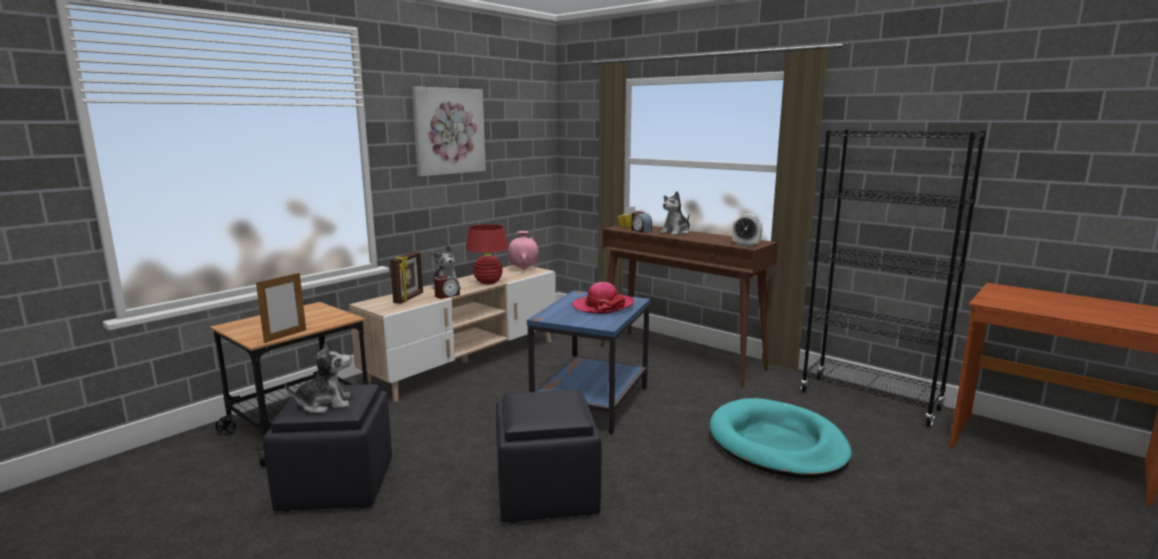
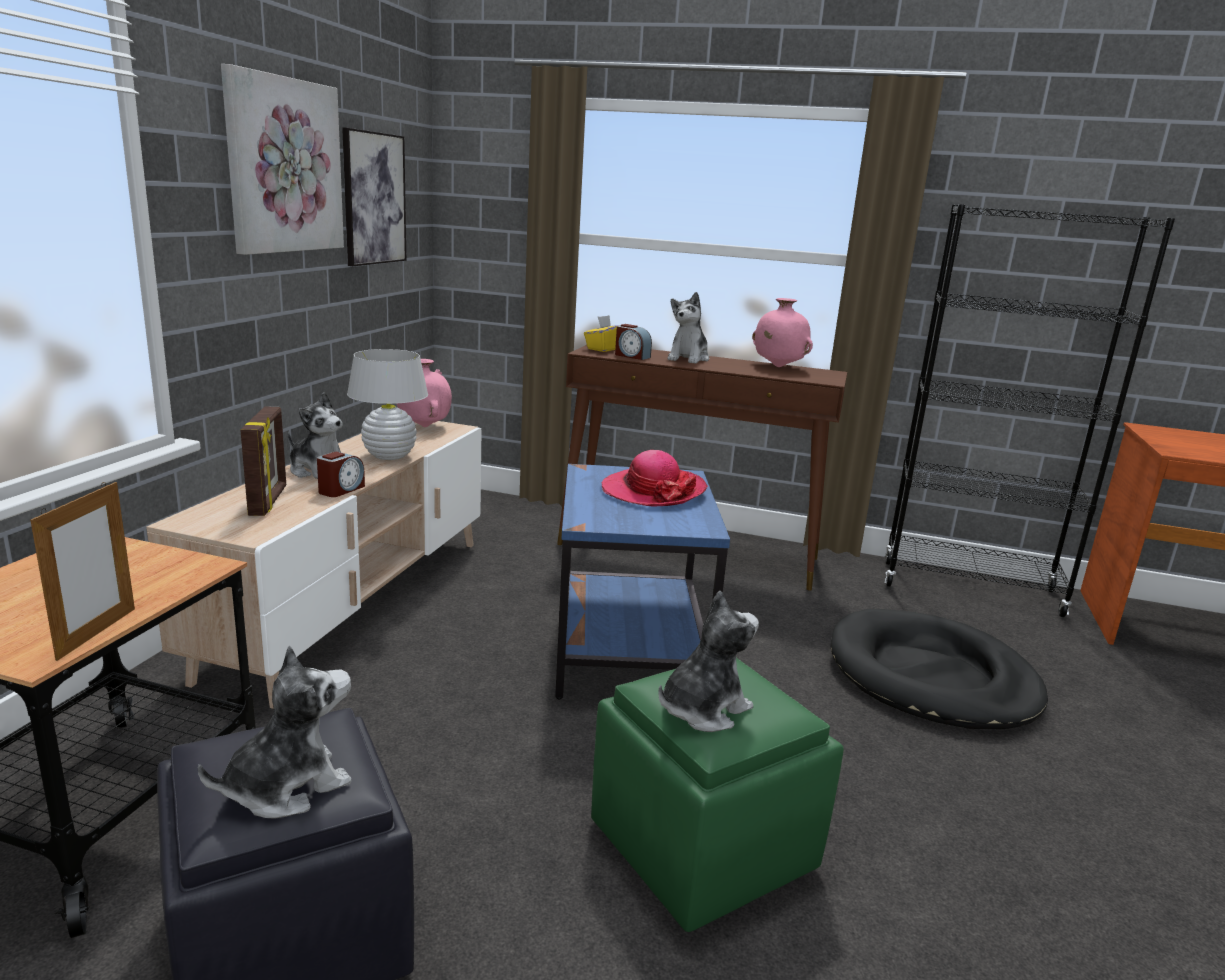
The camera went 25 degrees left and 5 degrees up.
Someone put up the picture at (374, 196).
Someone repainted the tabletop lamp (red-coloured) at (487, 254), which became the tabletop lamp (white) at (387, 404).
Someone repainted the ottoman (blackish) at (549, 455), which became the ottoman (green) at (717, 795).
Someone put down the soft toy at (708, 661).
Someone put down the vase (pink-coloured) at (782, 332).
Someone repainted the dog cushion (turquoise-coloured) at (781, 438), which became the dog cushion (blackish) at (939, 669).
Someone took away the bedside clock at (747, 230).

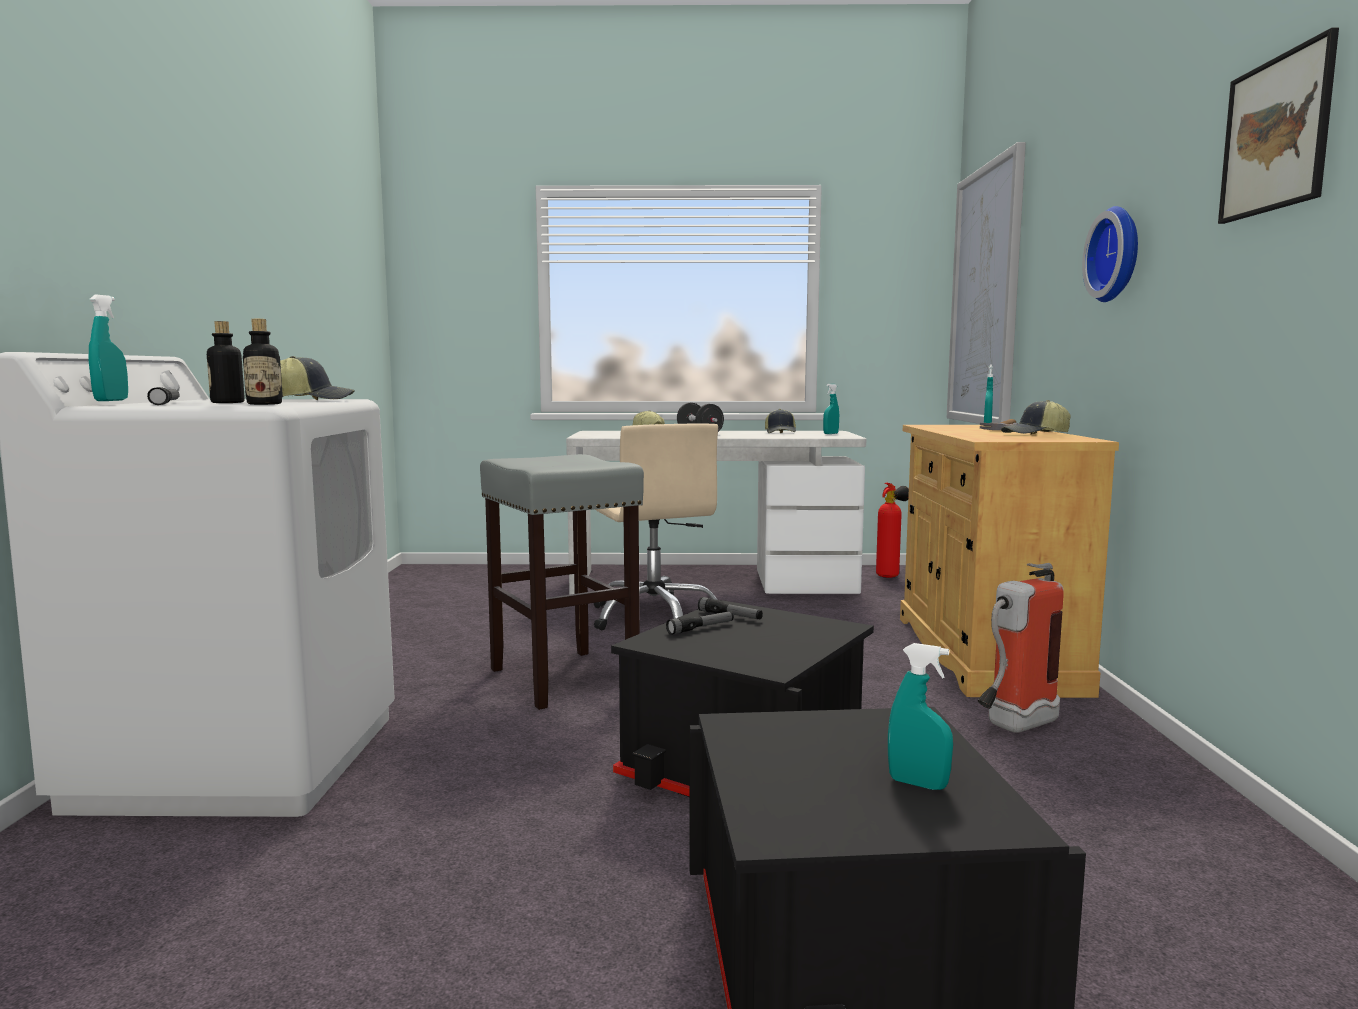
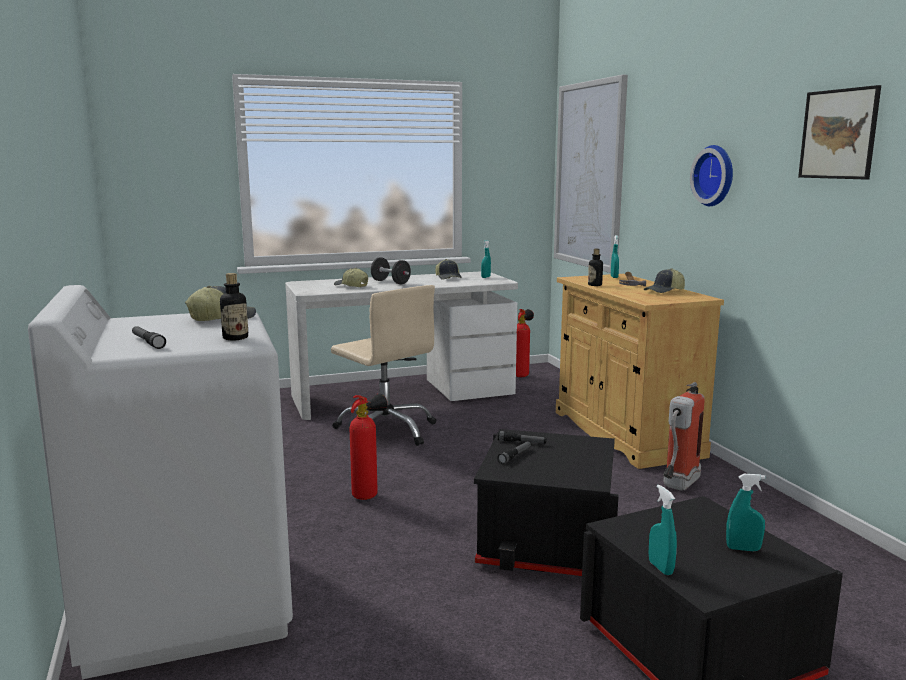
The camera went 20 degrees left and 5 degrees up.
Someone swapped the stool seat (greyish) at (562, 582) for the fire extinguisher at (368, 446).
Someone carried the drink bottle from (226, 362) to (595, 267).
Someone carried the spray bottle (turquoise-coloured) from (108, 348) to (663, 530).

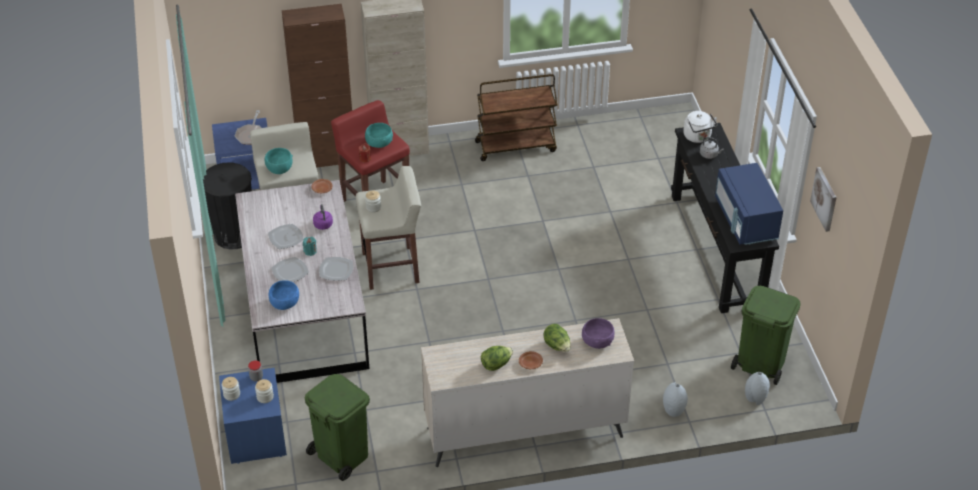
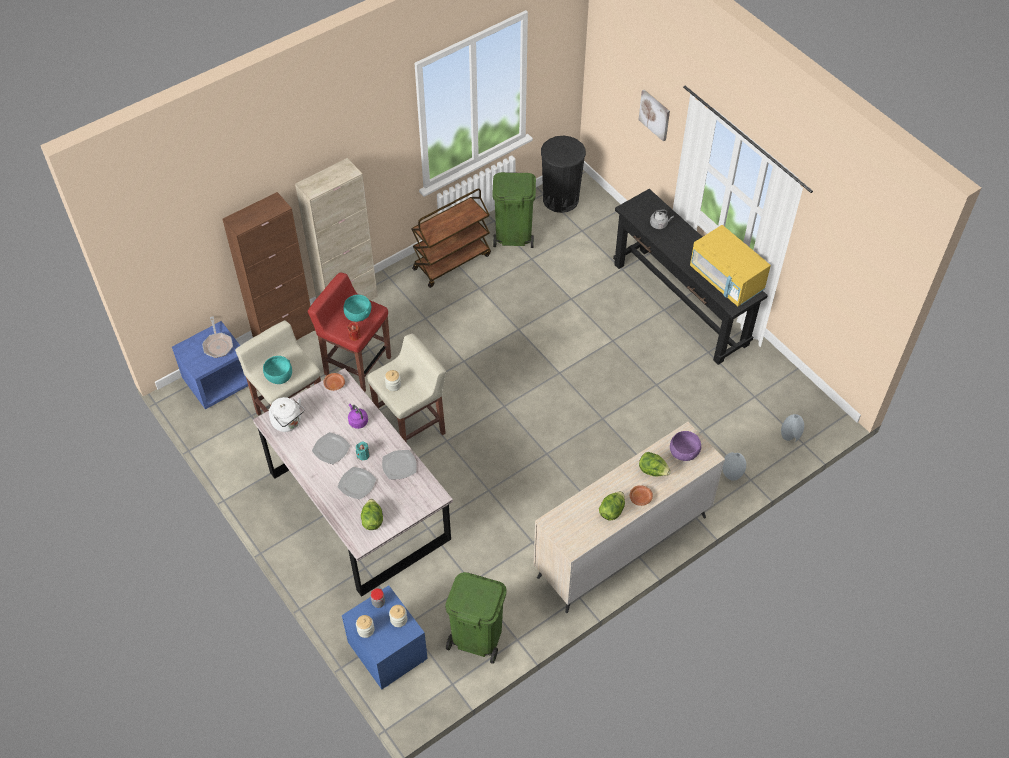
The camera went 25 degrees left and 10 degrees up.
Someone carried the kettle (white) from (700, 127) to (287, 414).
Someone swapped the deep dish (bluish) at (284, 295) for the lettuce at (372, 514).
Someone carried the trash can (green) from (766, 335) to (514, 210).
Someone carried the trash can (blackish) from (227, 205) to (563, 174).
Someone carried the picture from (823, 199) to (654, 115).
Someone repainted the microwave (bluish) at (749, 204), which became the microwave (yellowish) at (730, 265).

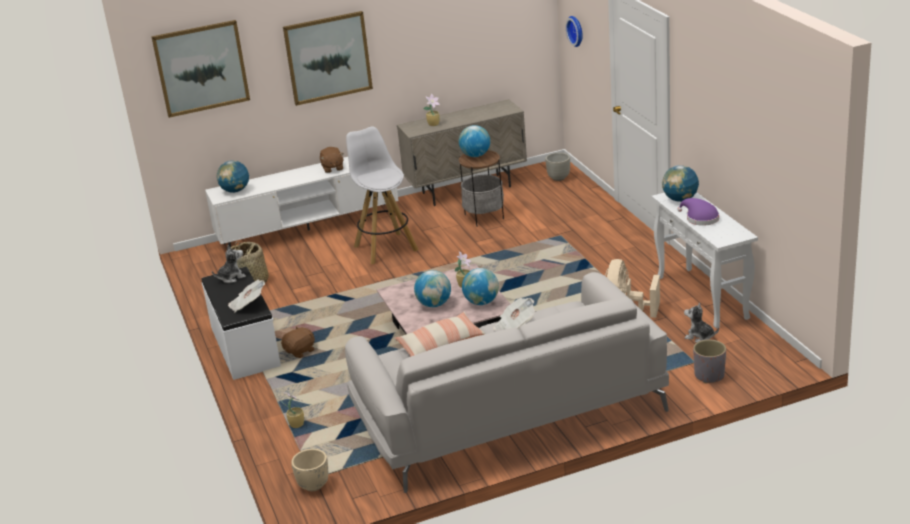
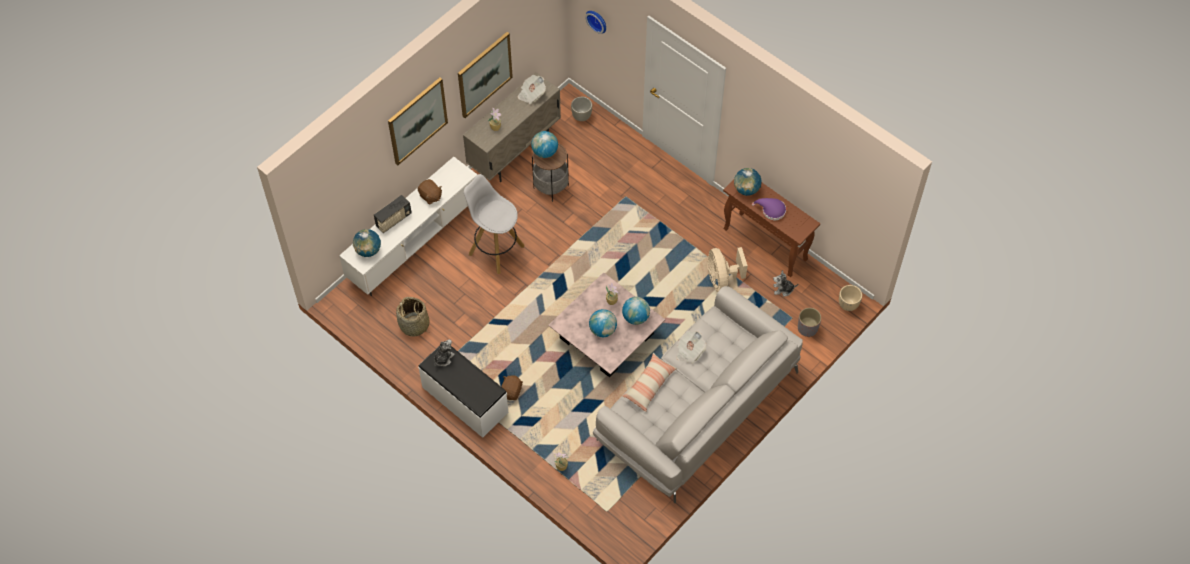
The camera went 30 degrees left and 30 degrees up.
Someone put down the radio set at (393, 214).
Someone carried the picture from (200, 69) to (485, 75).
Someone carried the daily paper from (246, 295) to (532, 89).
Someone repainted the console table (white) at (704, 260), which became the console table (brown) at (771, 228).
Someone carried the plant pot (beige) from (309, 470) to (850, 298).

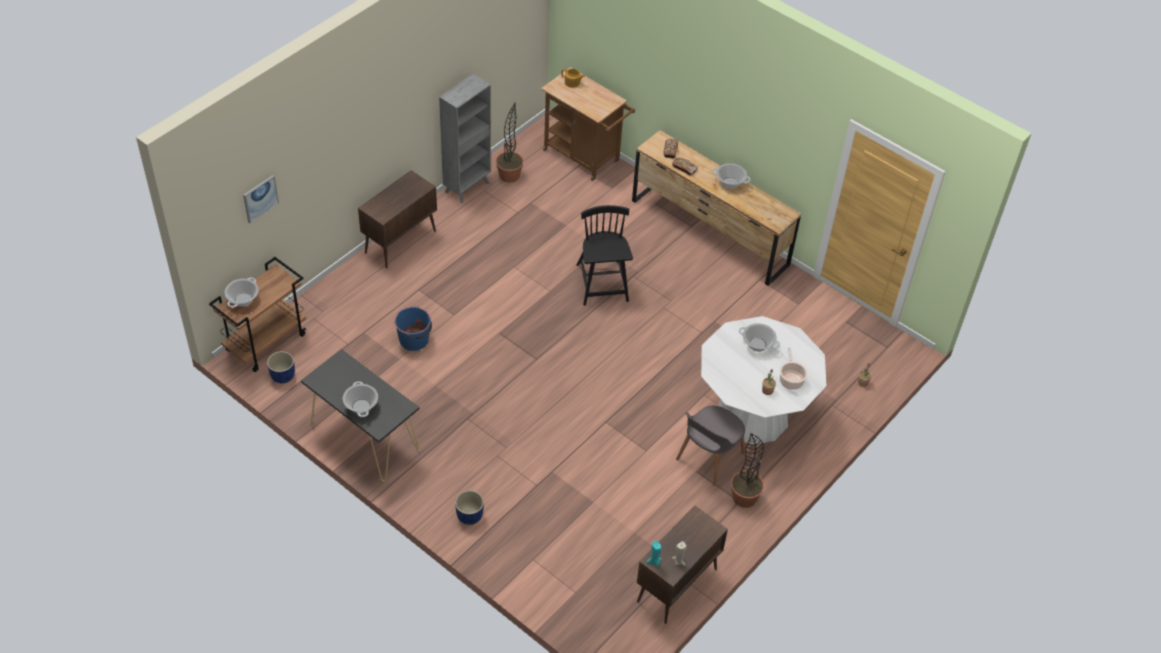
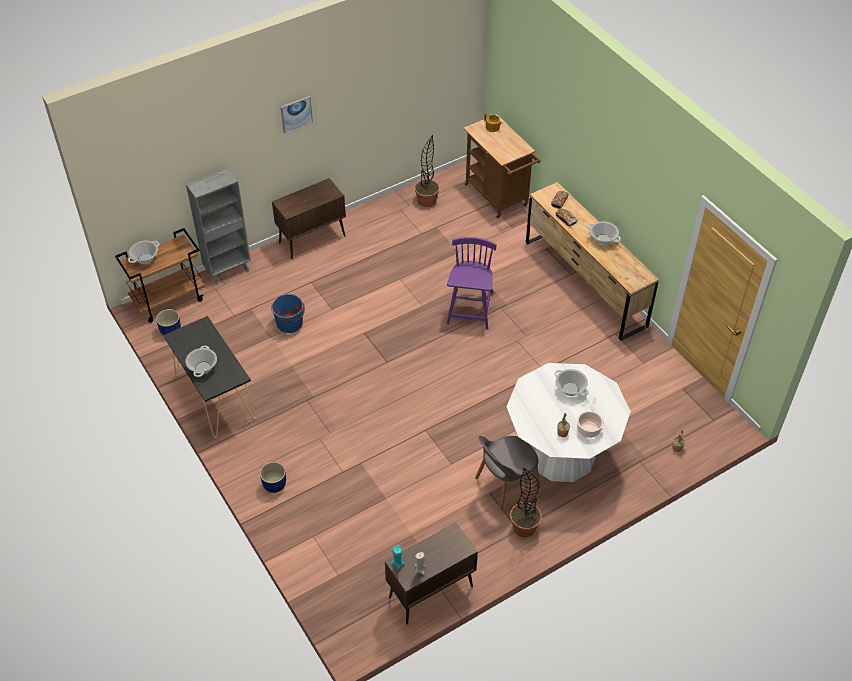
The camera went 20 degrees right and 0 degrees up.
Someone carried the bookcase (greyish) from (465, 138) to (218, 226).
Someone carried the picture from (261, 199) to (297, 115).
Someone repainted the upright chair (blackish) at (604, 255), which became the upright chair (purple) at (472, 283).

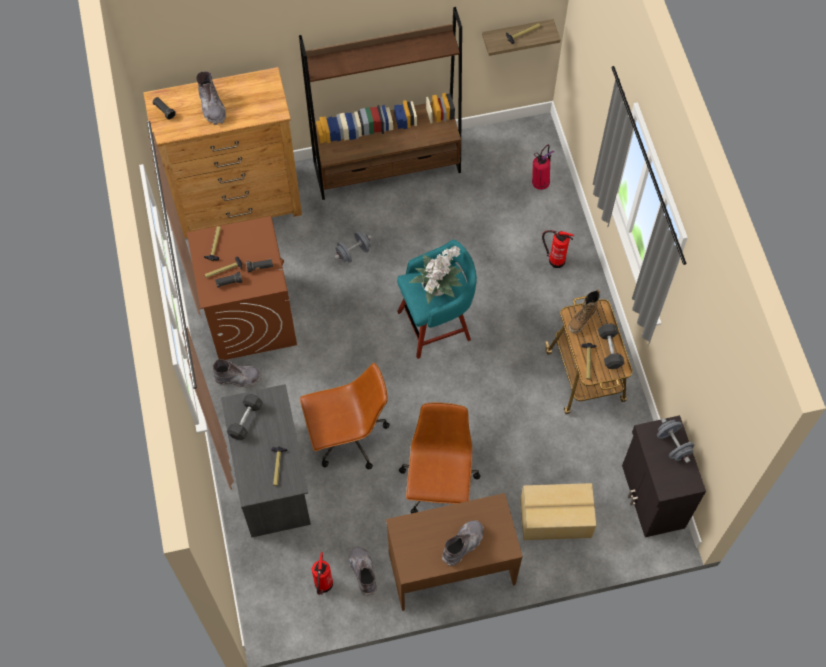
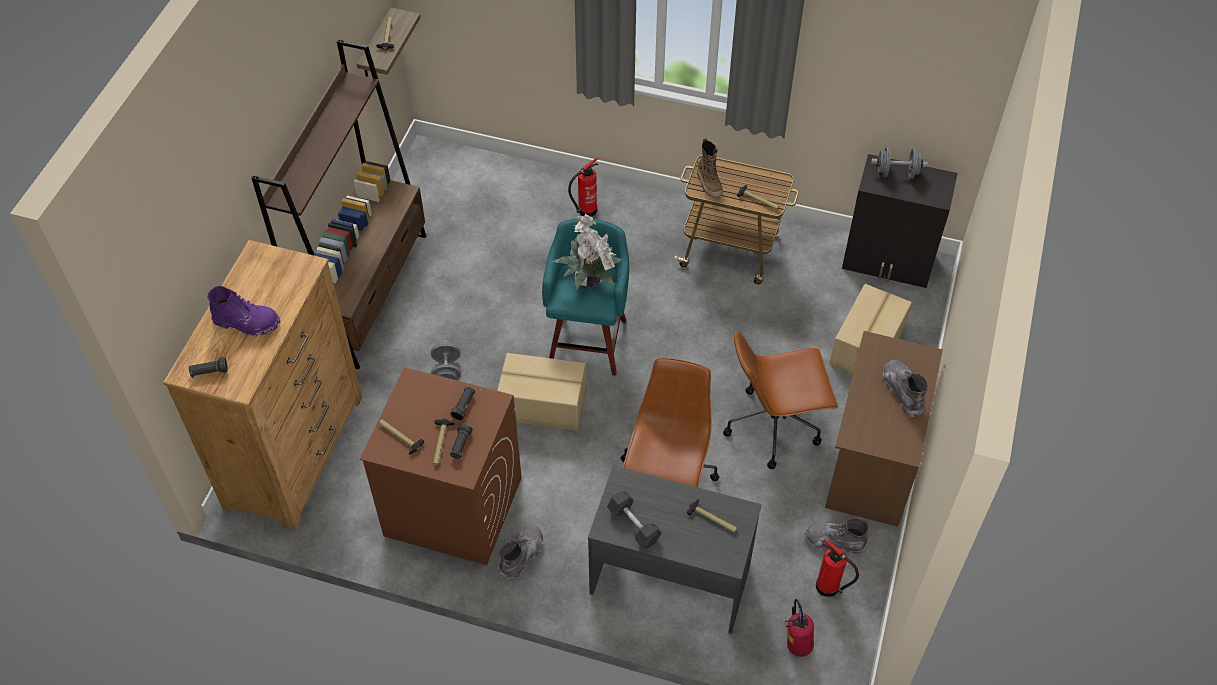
The camera went 60 degrees left and 10 degrees down.
Someone repainted the tall boot (greyish) at (211, 98), which became the tall boot (purple) at (243, 311).
Someone put down the packing box at (542, 392).
Someone rotated the desk chair (brown) at (440, 458) by 45 degrees counterclockwise.
Someone carried the fire extinguisher from (543, 167) to (799, 628).
Someone took away the hand weight (greyish) at (611, 346).

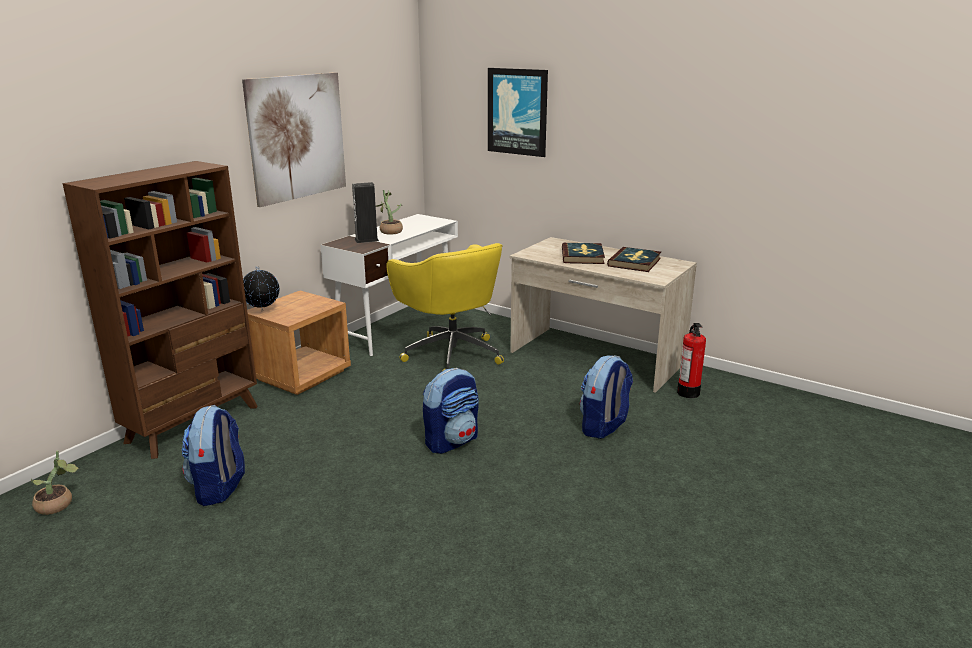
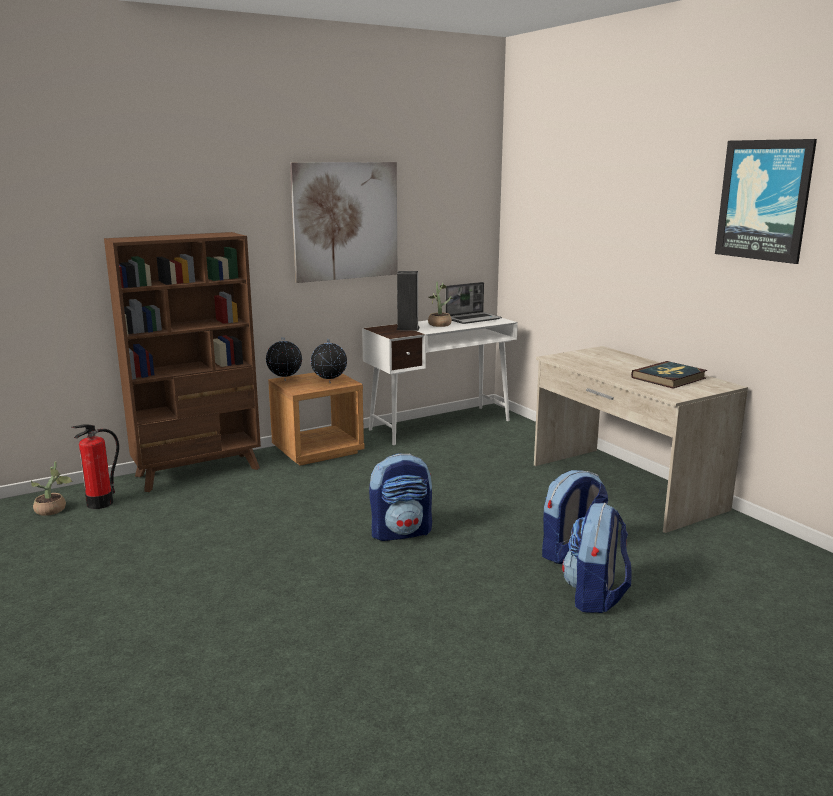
The camera went 25 degrees right and 5 degrees down.
Someone carried the fire extinguisher from (691, 360) to (95, 466).
Someone put down the globe at (329, 361).
Someone put down the notebook computer at (473, 303).
Someone carried the backpack from (213, 455) to (597, 558).
Someone carried the picture from (518, 112) to (766, 201).
Someone took away the desk chair (yellowish) at (445, 307).
Someone took away the volume at (583, 253).

